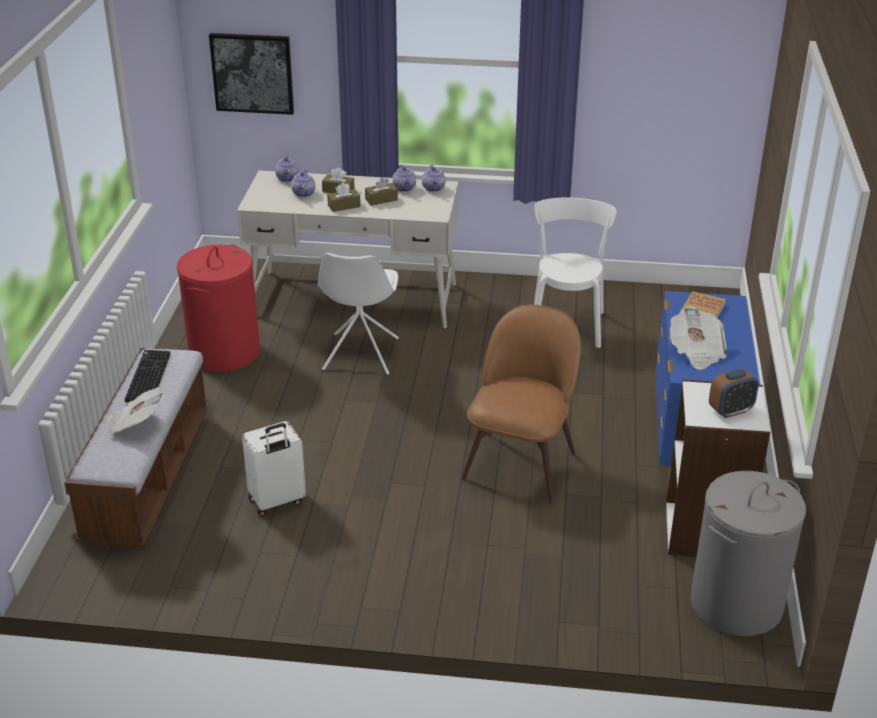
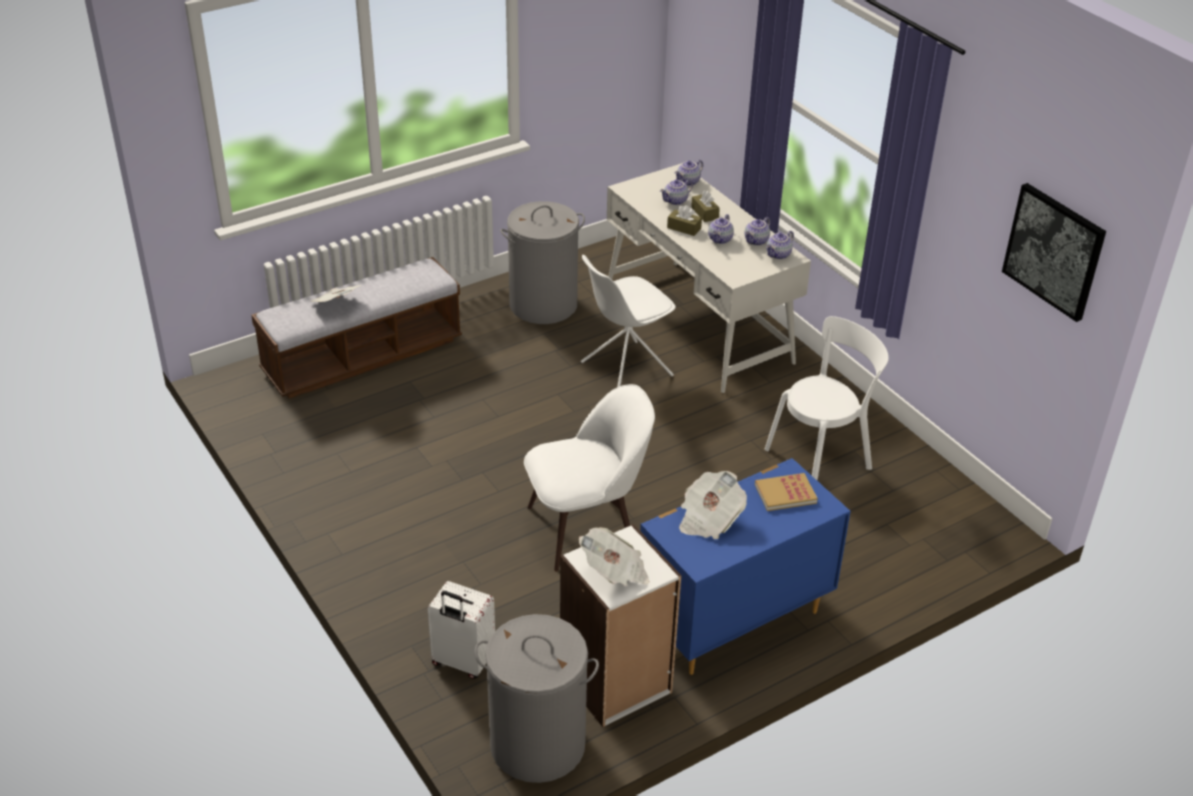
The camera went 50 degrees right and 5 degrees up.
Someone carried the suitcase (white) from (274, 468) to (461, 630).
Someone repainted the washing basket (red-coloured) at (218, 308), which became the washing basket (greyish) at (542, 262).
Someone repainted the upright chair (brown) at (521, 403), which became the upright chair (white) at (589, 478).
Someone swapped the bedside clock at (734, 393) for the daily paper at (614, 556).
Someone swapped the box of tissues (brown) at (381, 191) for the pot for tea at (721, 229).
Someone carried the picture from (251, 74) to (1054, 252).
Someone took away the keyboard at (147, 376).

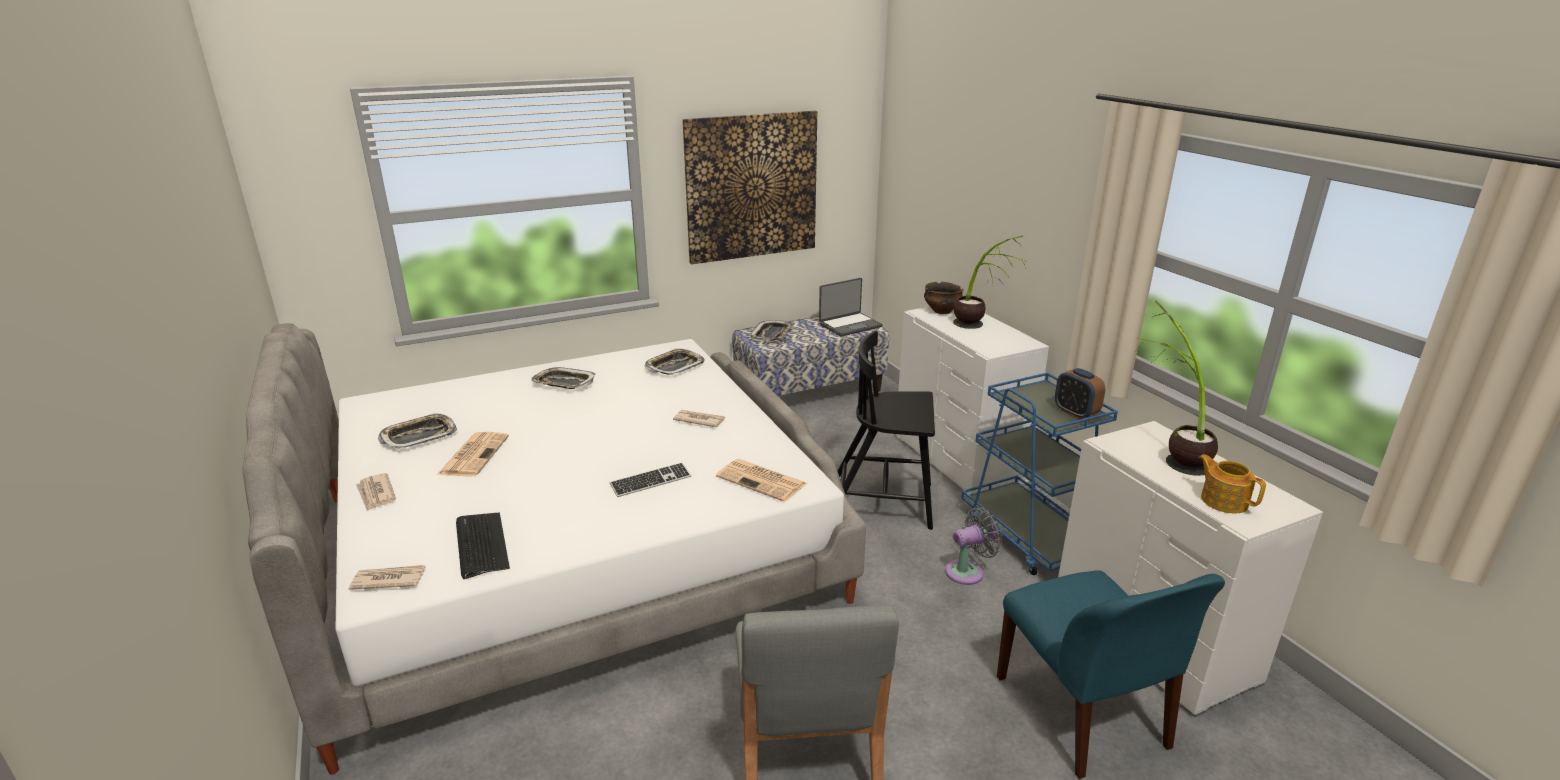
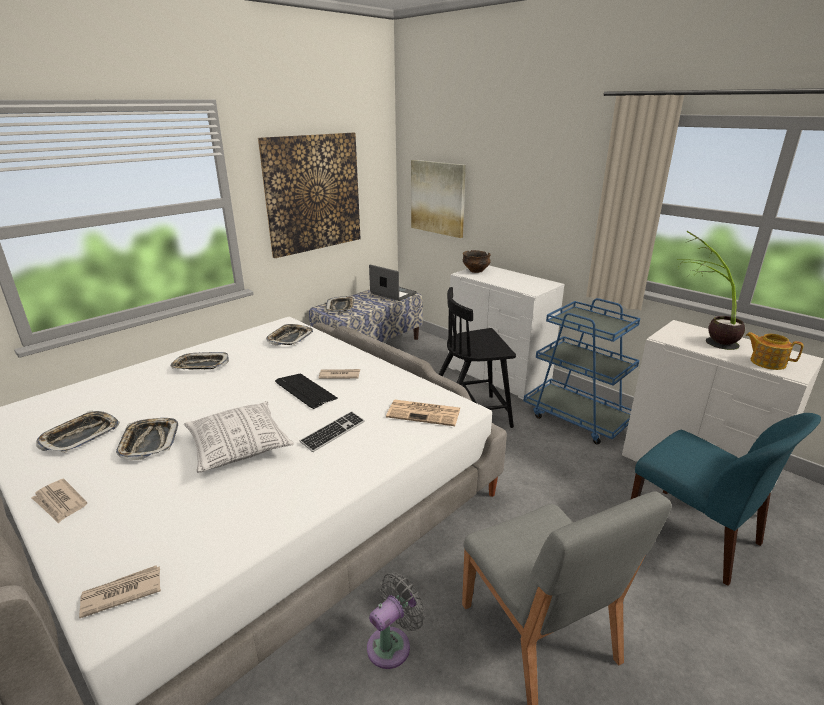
The camera went 20 degrees left and 0 degrees up.
Someone swapped the daily paper at (473, 454) for the serving tray at (147, 439).
Someone put down the pillow at (239, 437).
Someone carried the keyboard from (483, 546) to (306, 391).
Someone carried the electric fan (greyish) from (973, 546) to (396, 621).
Someone rotated the notebook computer at (851, 307) by 90 degrees counterclockwise.
Someone put up the picture at (438, 199).
Someone took away the houseplant at (990, 282).
Someone took away the bedside clock at (1080, 394).

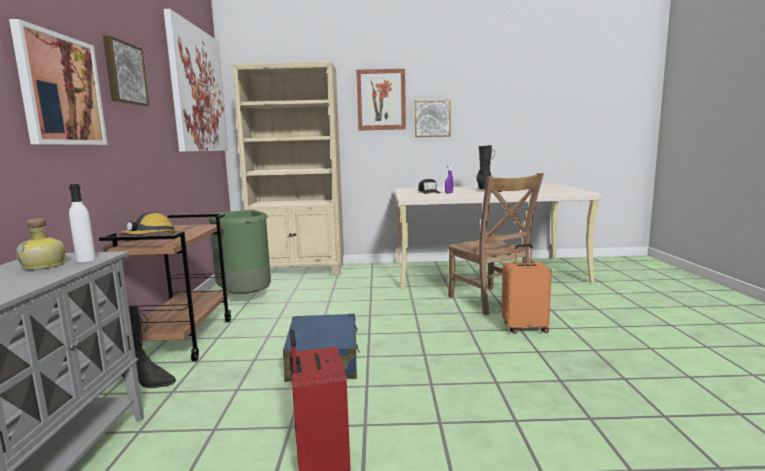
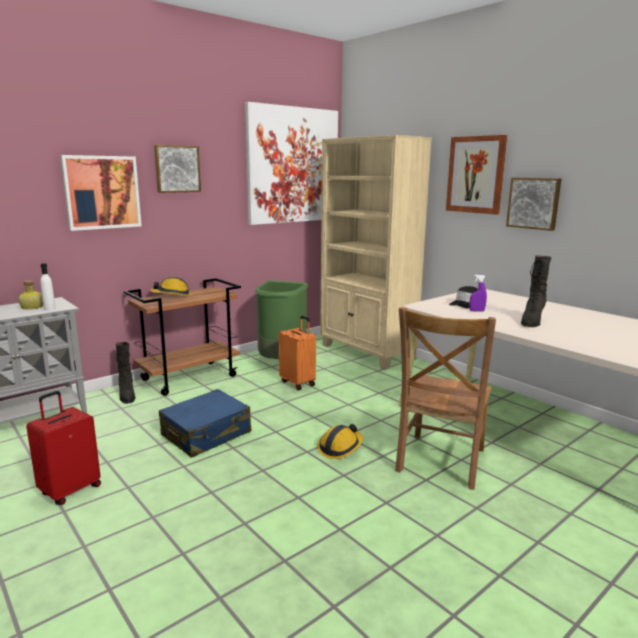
The camera went 50 degrees right and 5 degrees up.
Someone carried the suitcase (orange) from (527, 289) to (297, 353).
Someone put down the safety helmet at (340, 441).

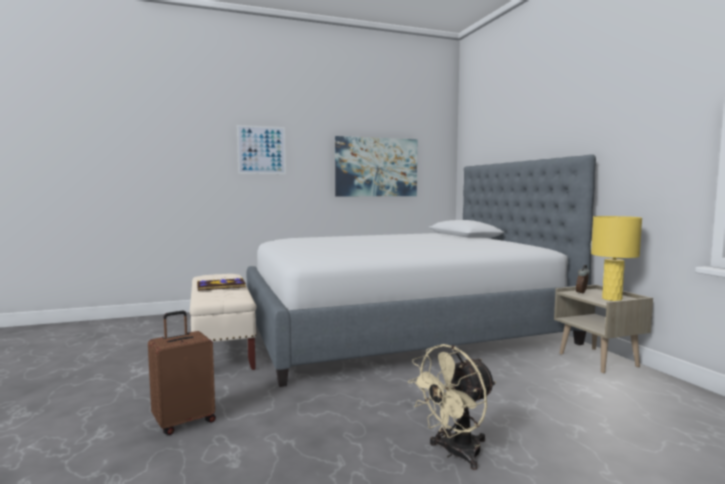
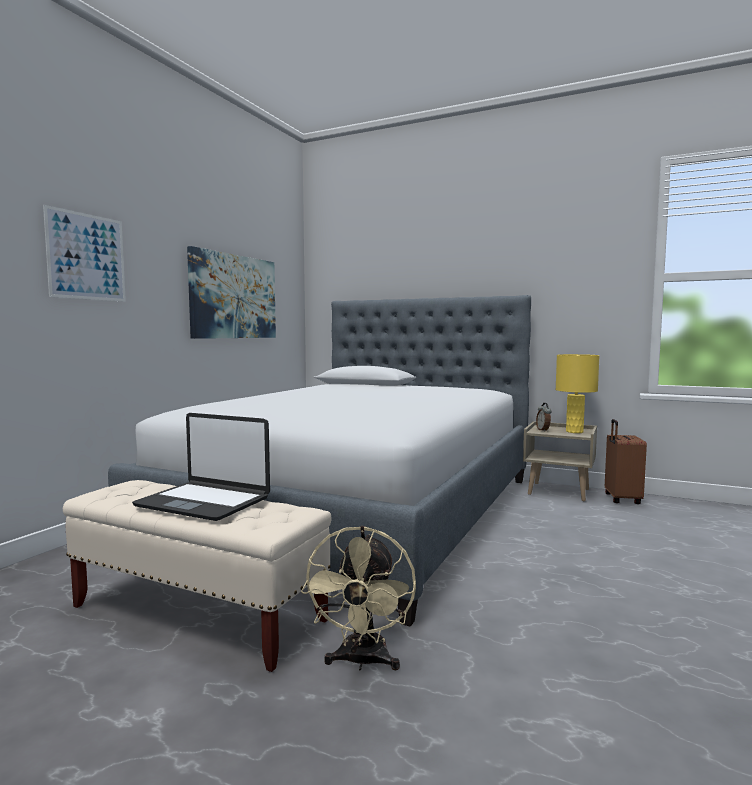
The camera went 45 degrees left and 0 degrees up.
Someone swapped the volume at (221, 284) for the notebook computer at (201, 467).
Someone carried the electric fan (beige) from (452, 407) to (358, 598).
Someone carried the suitcase (brown) from (182, 373) to (626, 461).

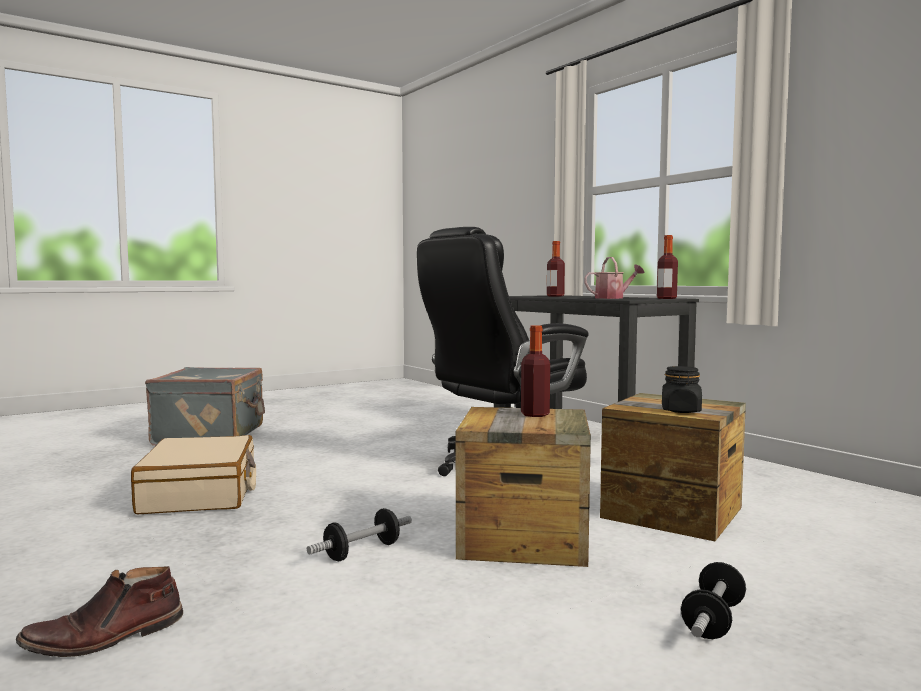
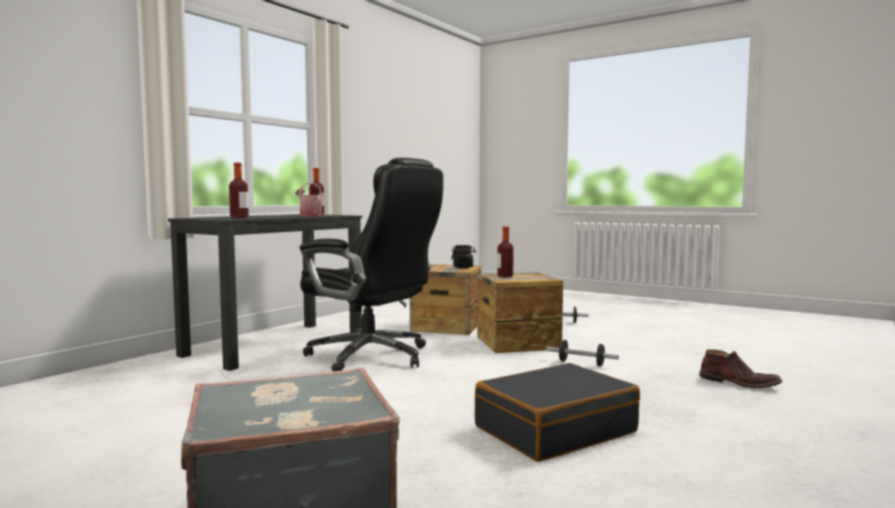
The camera went 110 degrees left and 0 degrees up.
Someone repainted the suitcase (beige) at (193, 474), which became the suitcase (blackish) at (557, 412).

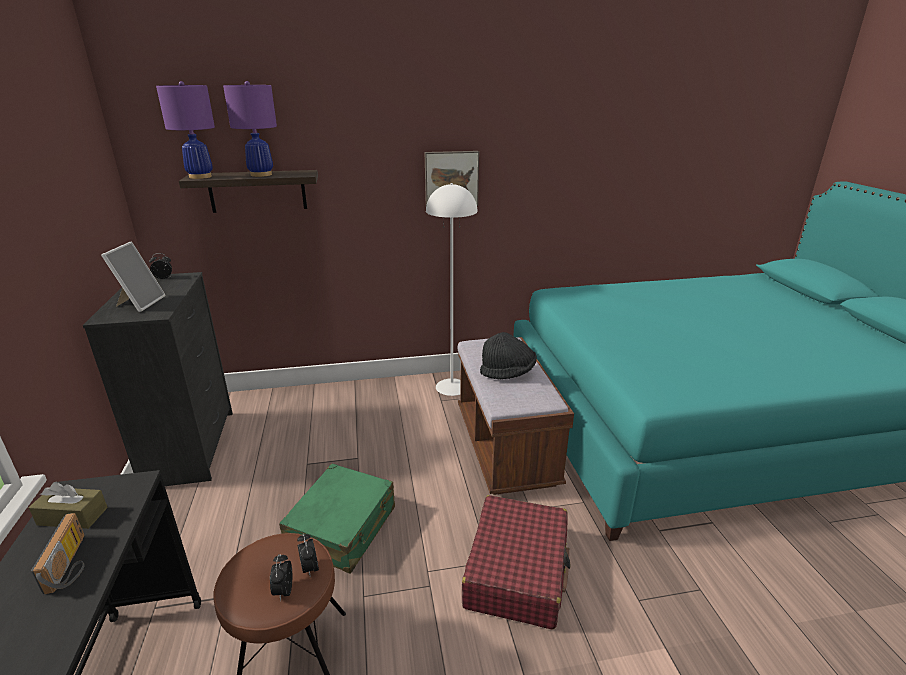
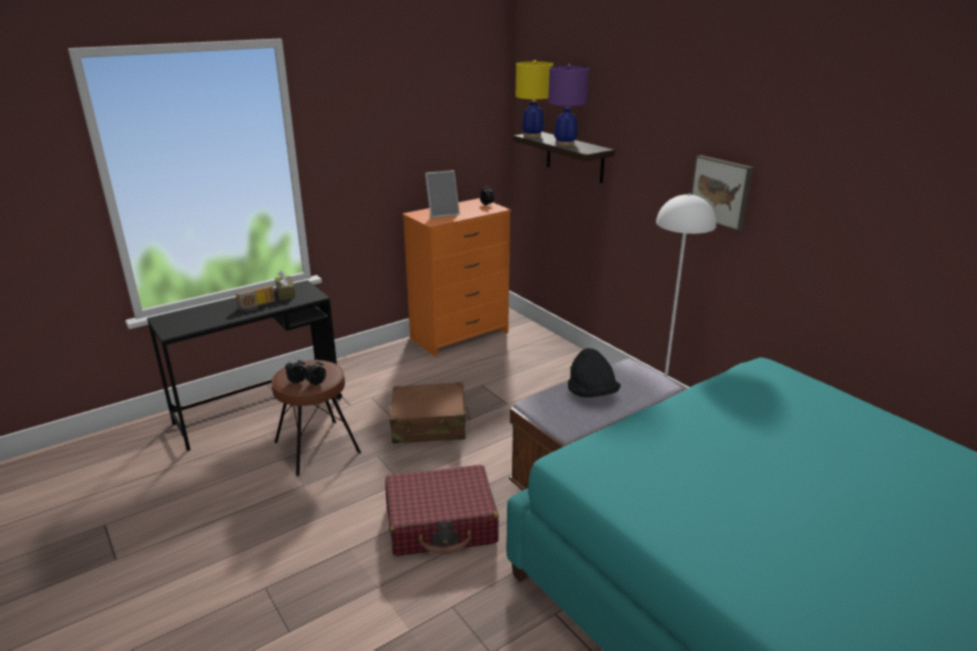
The camera went 65 degrees right and 0 degrees up.
Someone repainted the suitcase (green) at (337, 518), which became the suitcase (brown) at (430, 413).
Someone repainted the chest of drawers (blackish) at (158, 379), which became the chest of drawers (orange) at (456, 277).
Someone repainted the tabletop lamp (purple) at (185, 130), which became the tabletop lamp (yellowish) at (534, 99).

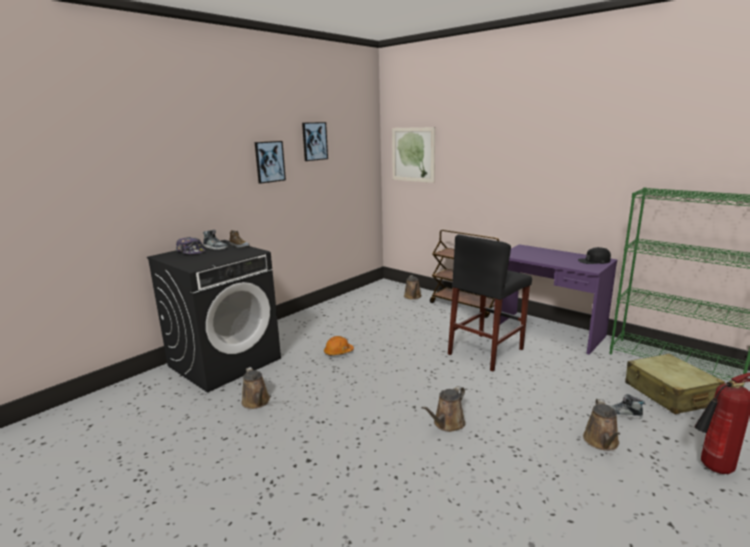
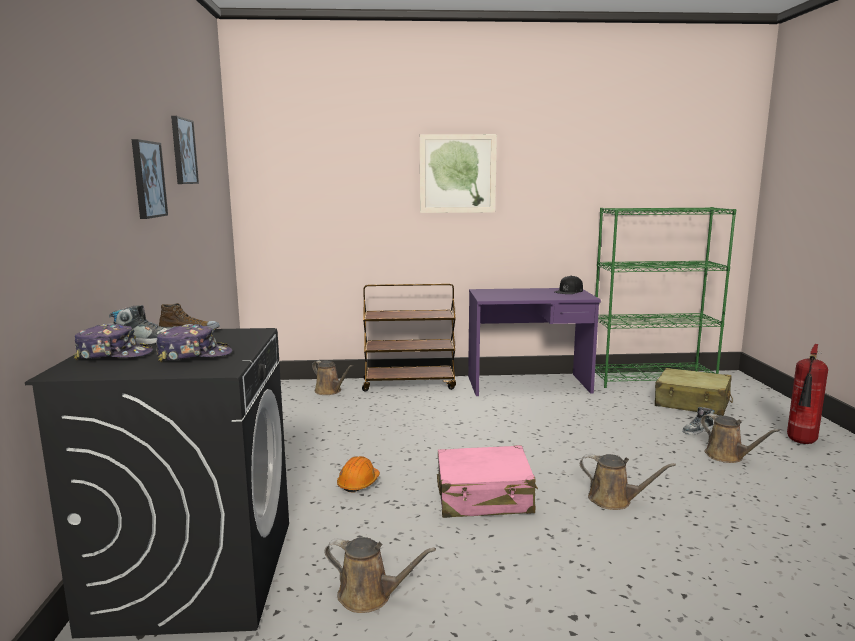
The camera went 45 degrees left and 5 degrees down.
Someone put down the peaked cap at (194, 343).
Someone carried the picture from (413, 155) to (458, 173).
Someone put down the suitcase (pink-coloured) at (487, 481).
Someone rotated the watering can (brown) at (444, 409) by 60 degrees counterclockwise.
Someone took away the stool seat (blackish) at (490, 303).

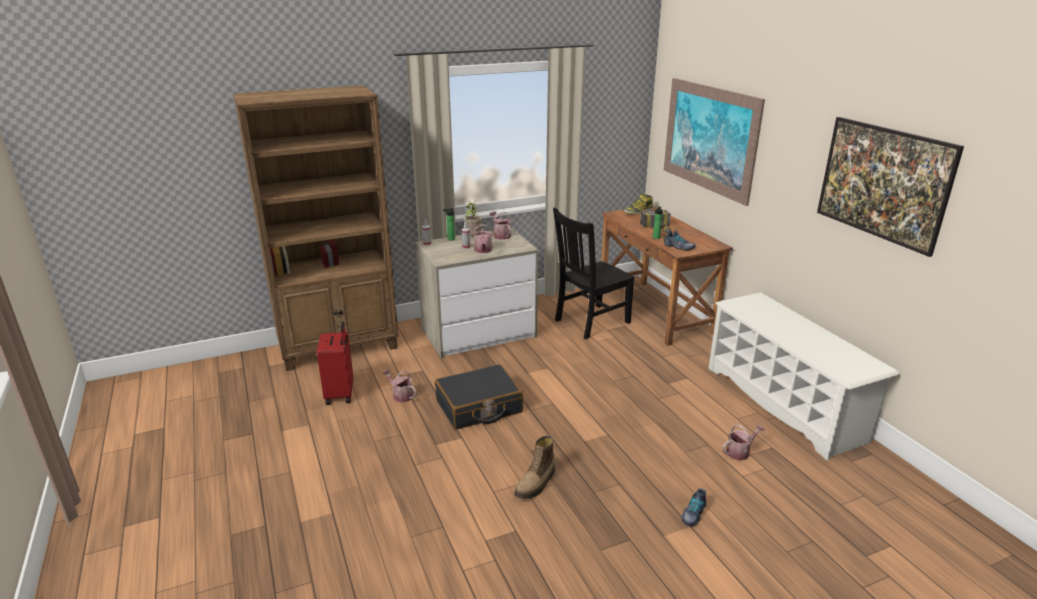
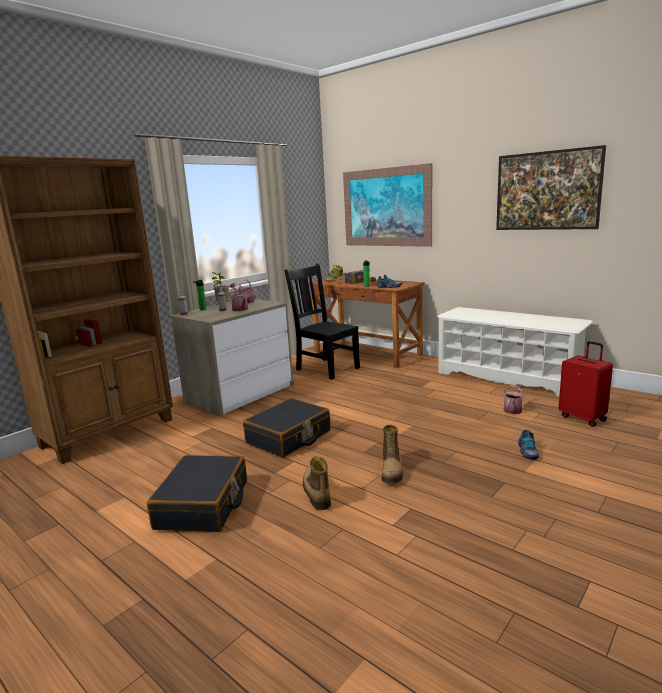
The camera went 25 degrees left and 10 degrees down.
Someone put down the suitcase (blackish) at (197, 493).
Someone rotated the upright chair (blackish) at (594, 274) by 105 degrees clockwise.
Someone put down the tall boot at (317, 483).
Someone carried the suitcase (red-coloured) from (335, 363) to (586, 384).
Someone took away the watering can at (399, 386).

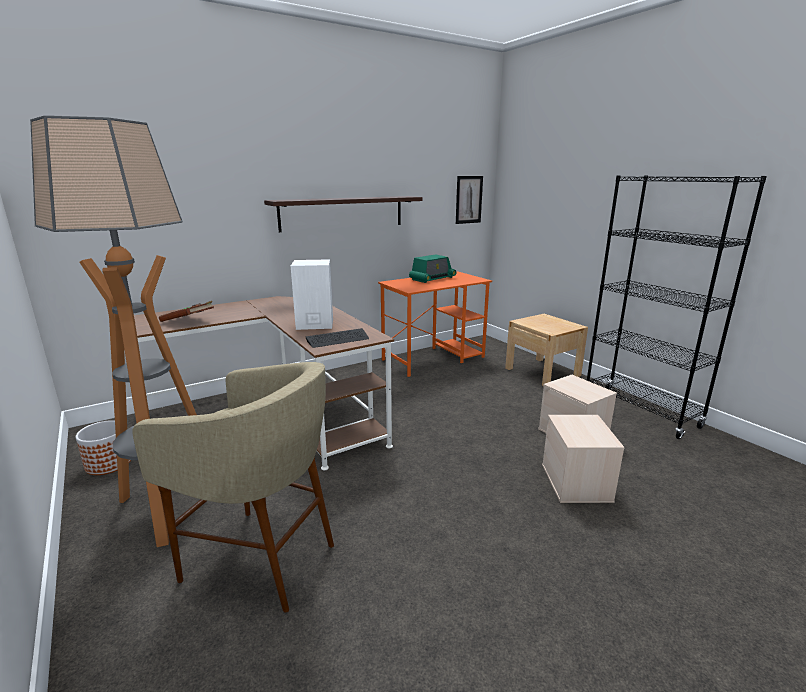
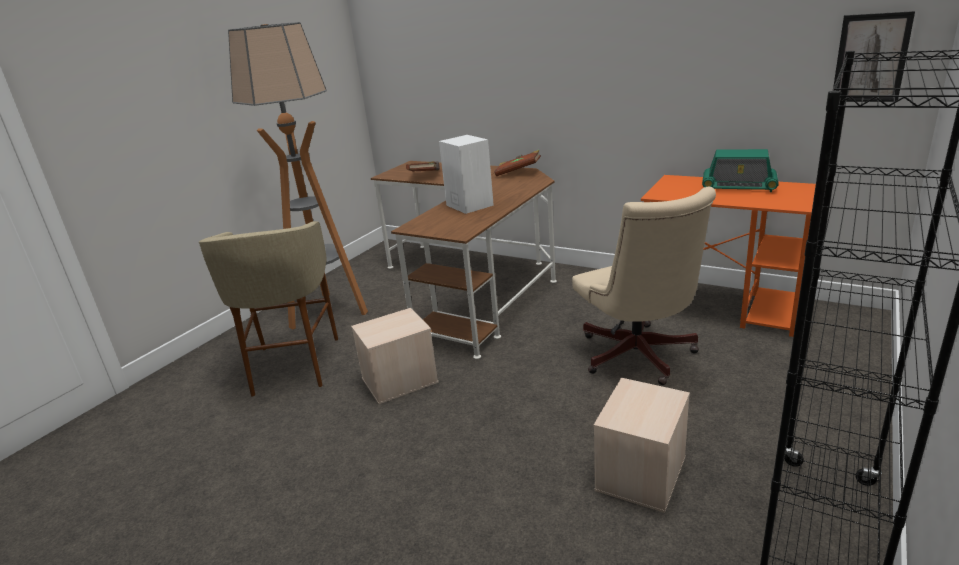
The camera went 65 degrees right and 5 degrees up.
Someone carried the storage box (beige) from (583, 459) to (395, 356).
Someone put down the volume (brown) at (517, 163).
Someone put down the desk chair (beige) at (644, 286).
Someone took away the plant pot at (103, 447).
Someone took away the shelf at (343, 214).
Someone took away the keyboard at (337, 338).
Someone took away the nightstand (beige) at (546, 350).

